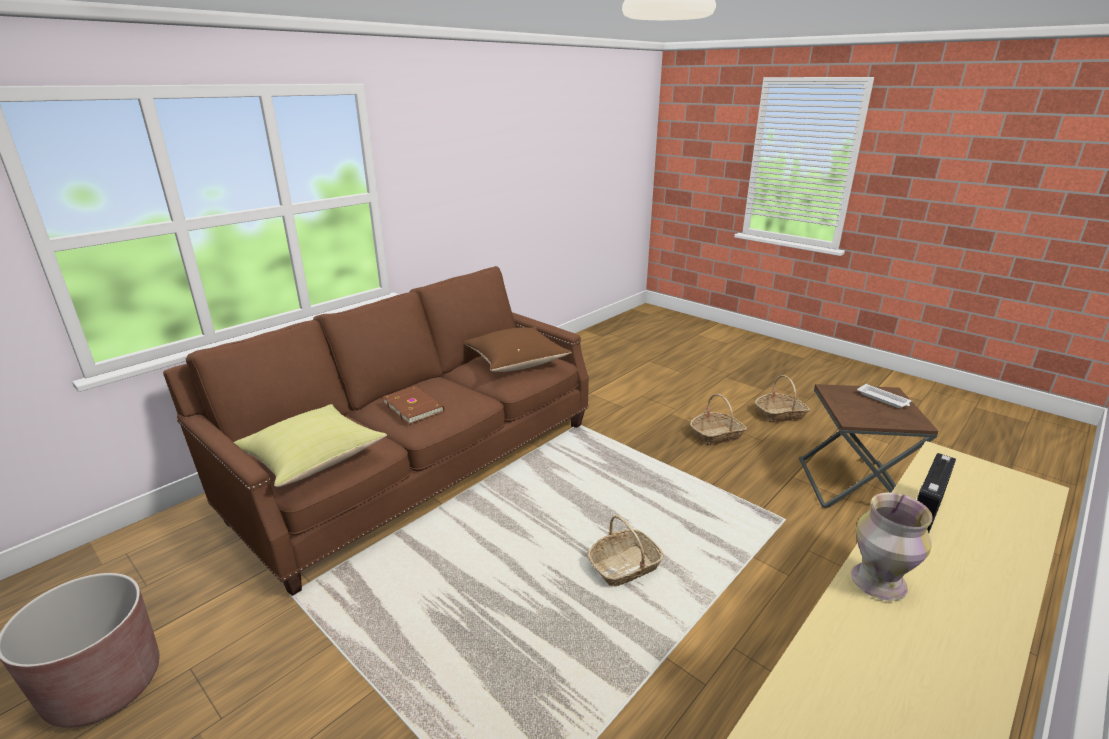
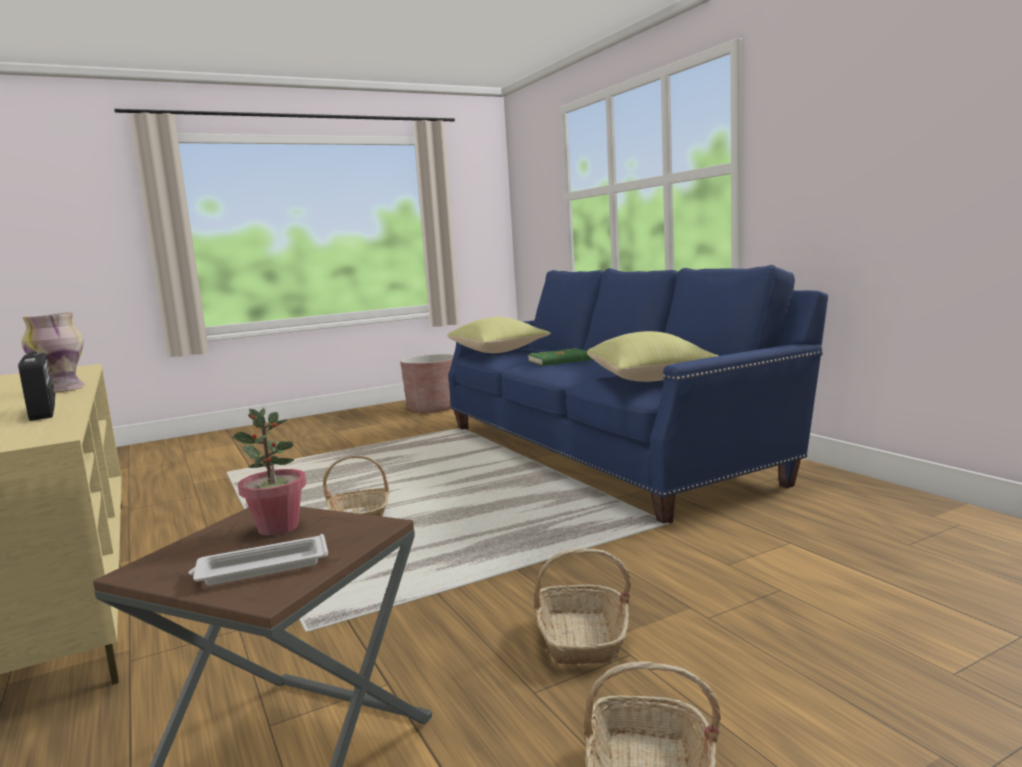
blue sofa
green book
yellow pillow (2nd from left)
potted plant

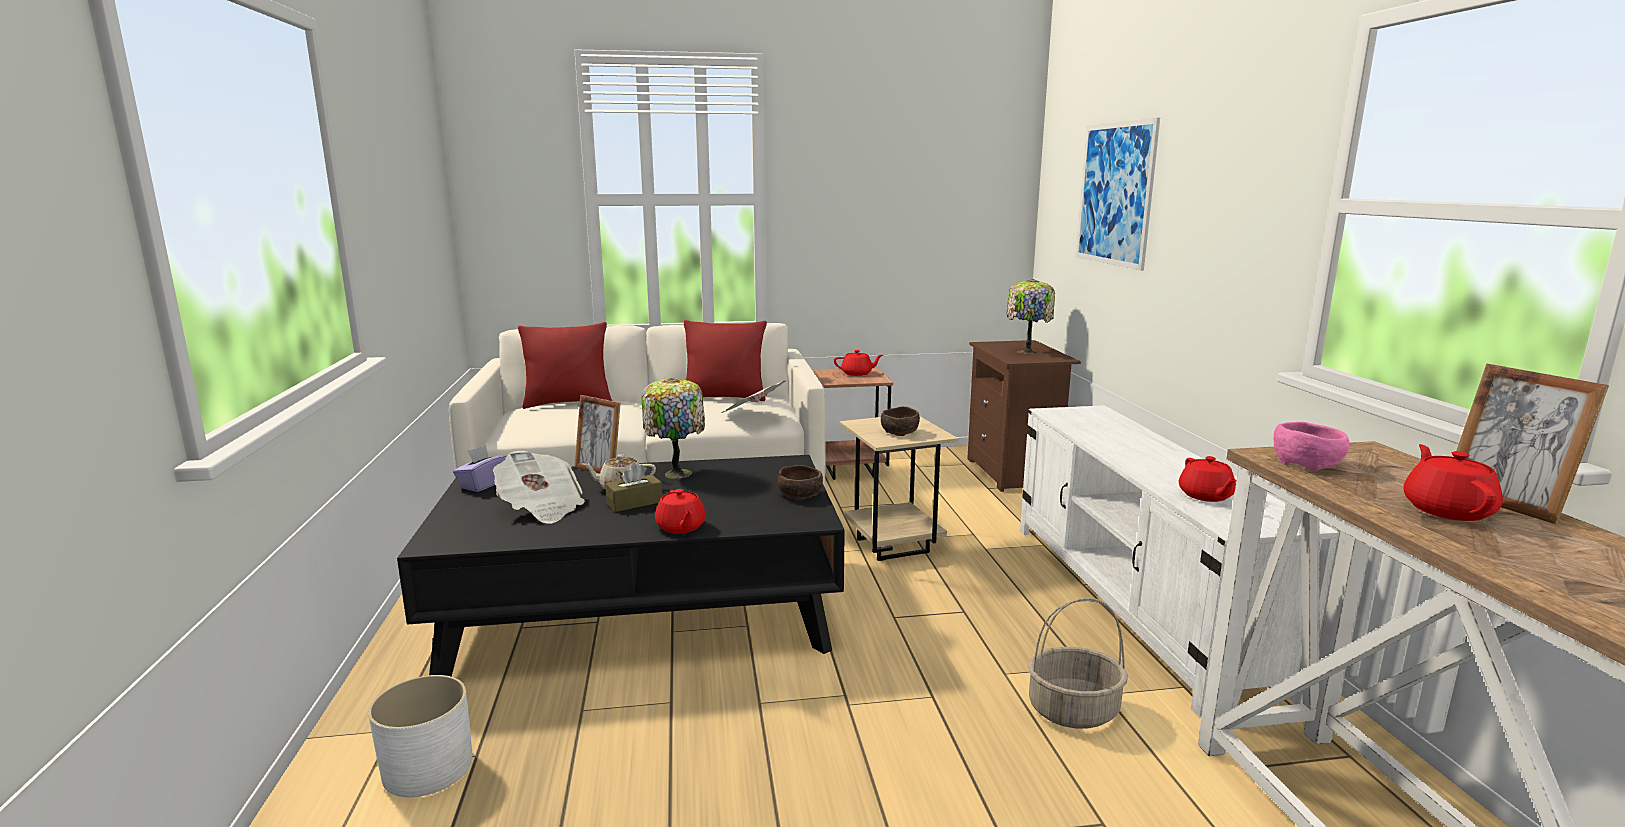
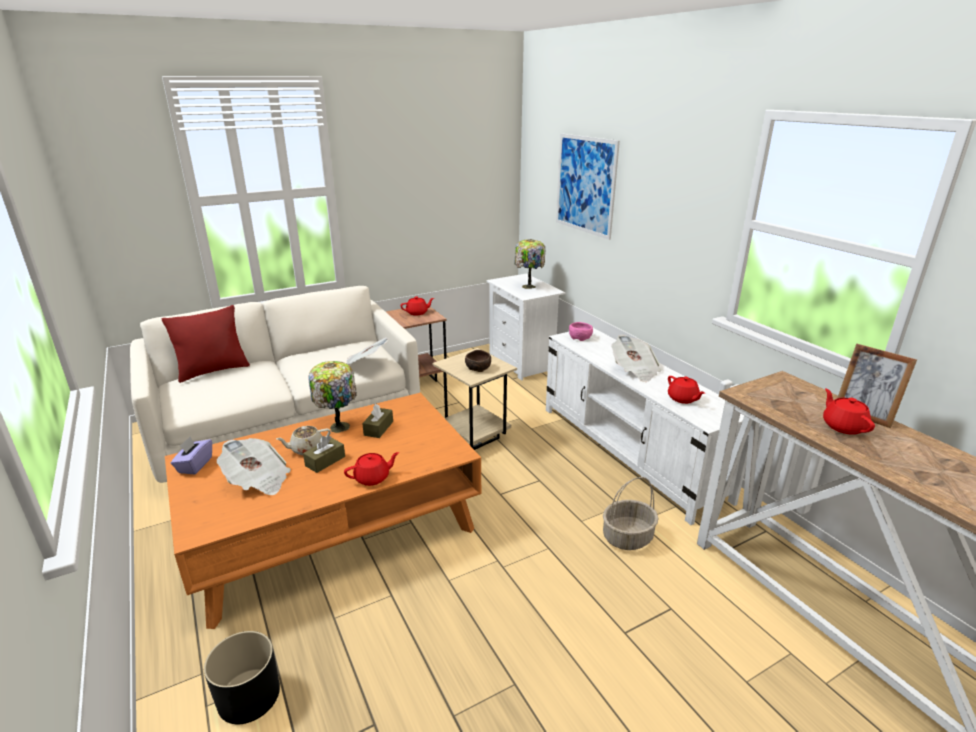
black planter
orange coffee table
picture frame (1st from left in the first image)
red teapot (1st from left)
red pillow (2nd from left in the first image)
brown bowl (1st from left in the first image)
white nightstand
pink bowl
brown tissue box (2nd from left)
newspaper (3rd from left)

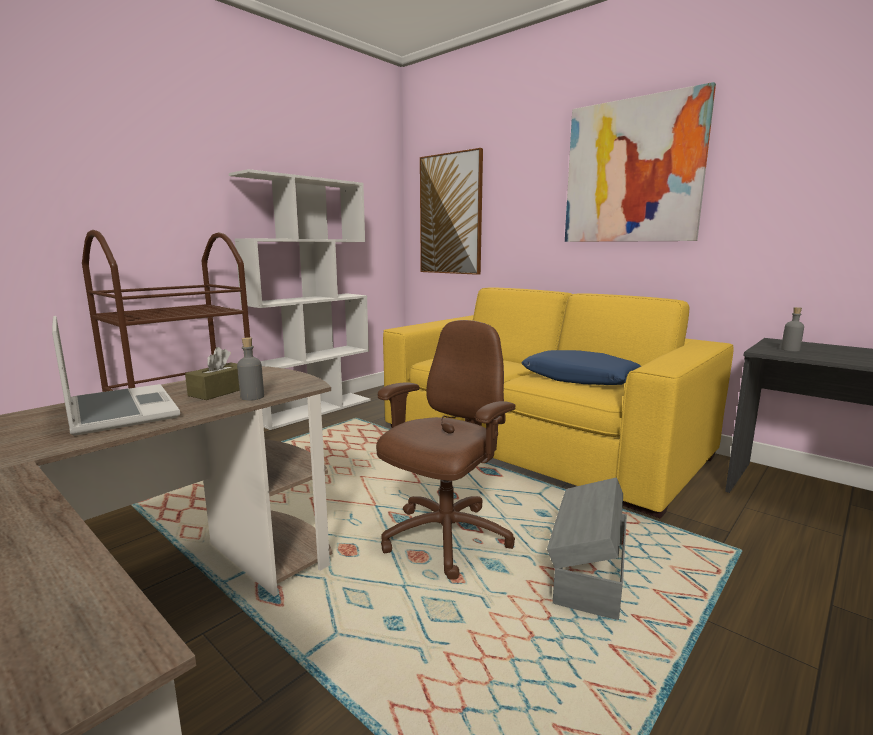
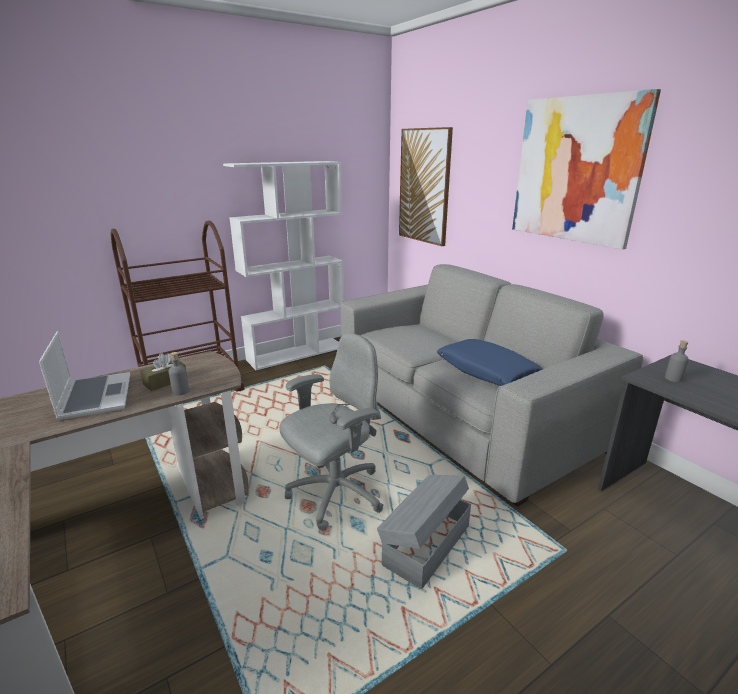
grey office chair
grey sofa

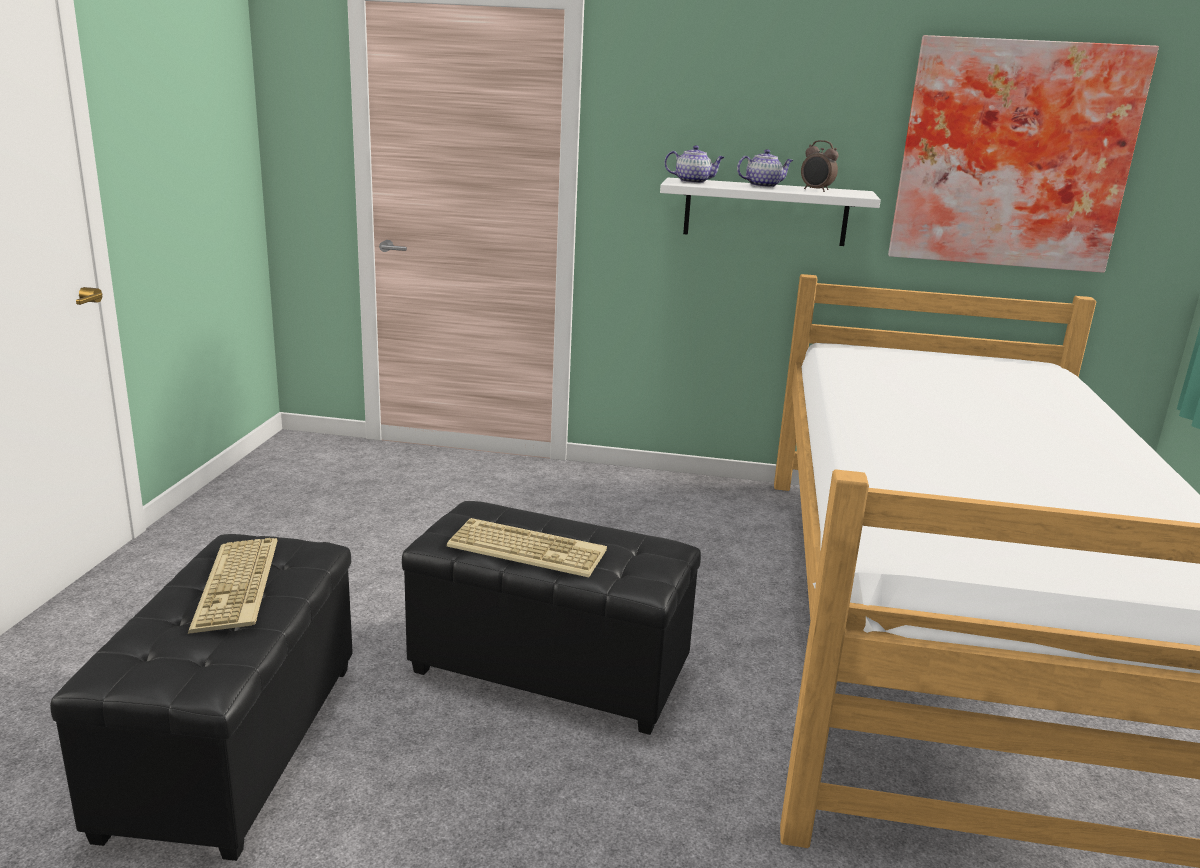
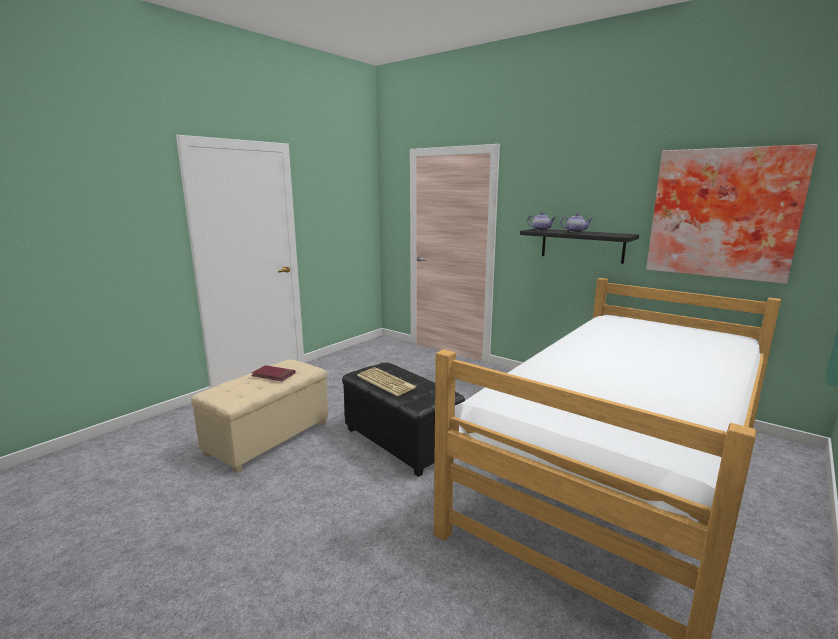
beige ottoman
red book
black shelf
alarm clock

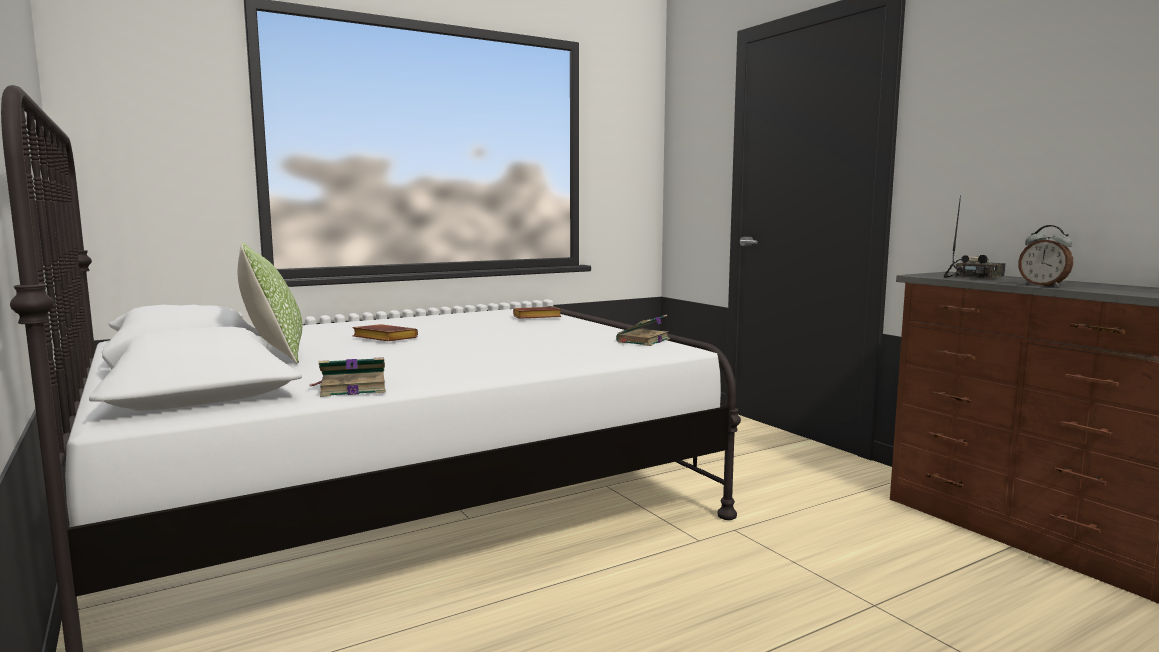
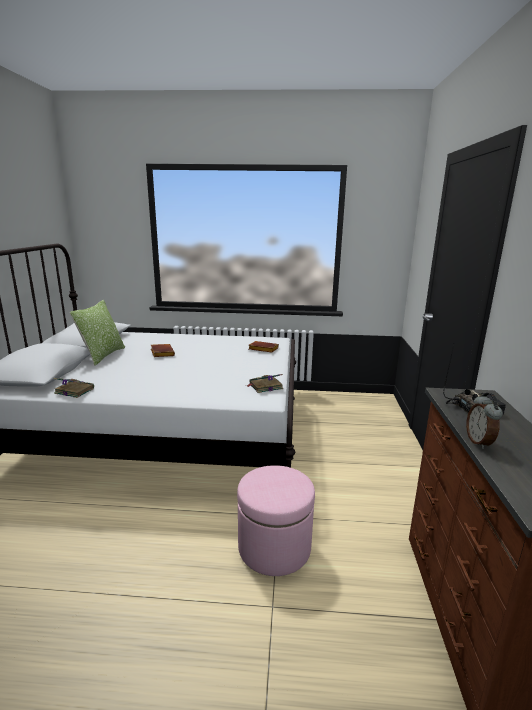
pink ottoman

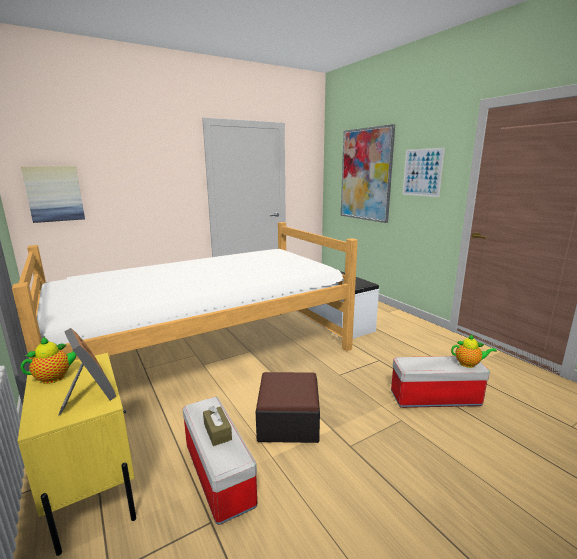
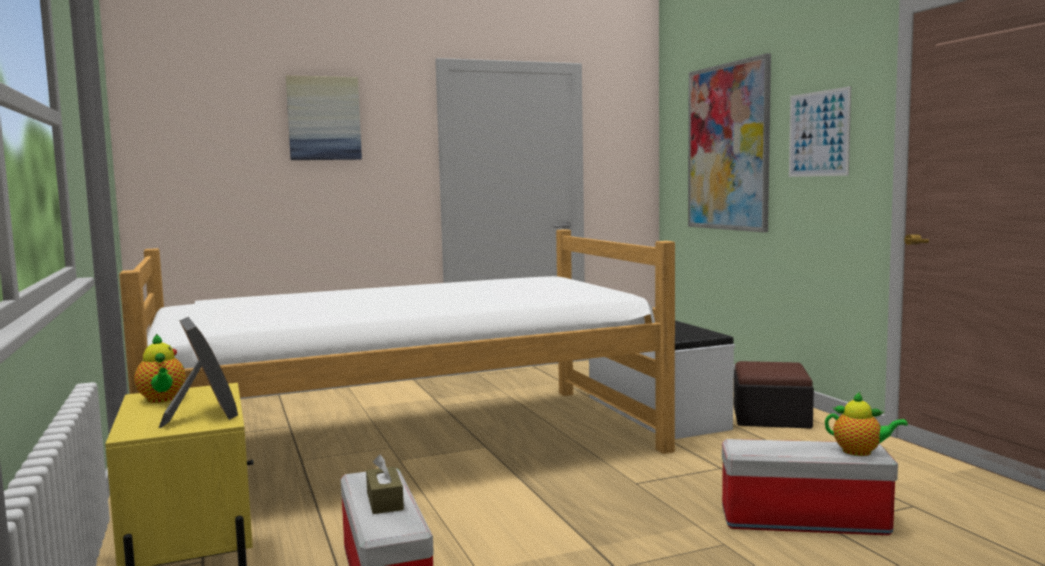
picture (1st from left)
teapot (1st from left)
ottoman

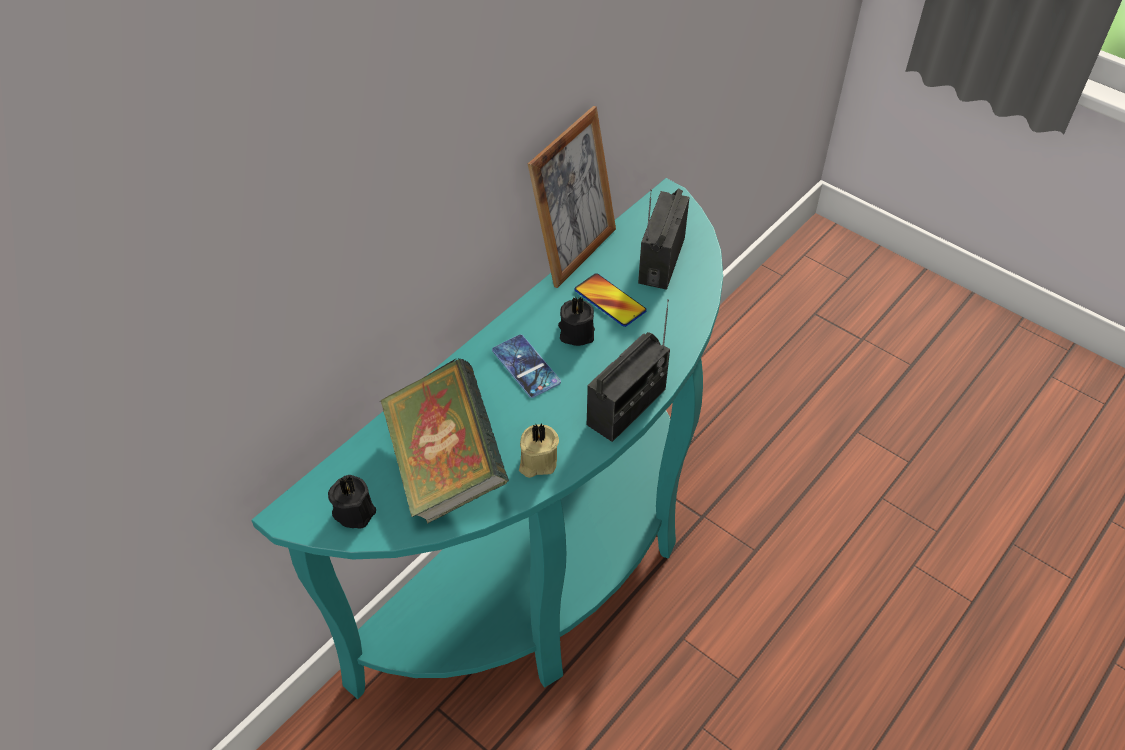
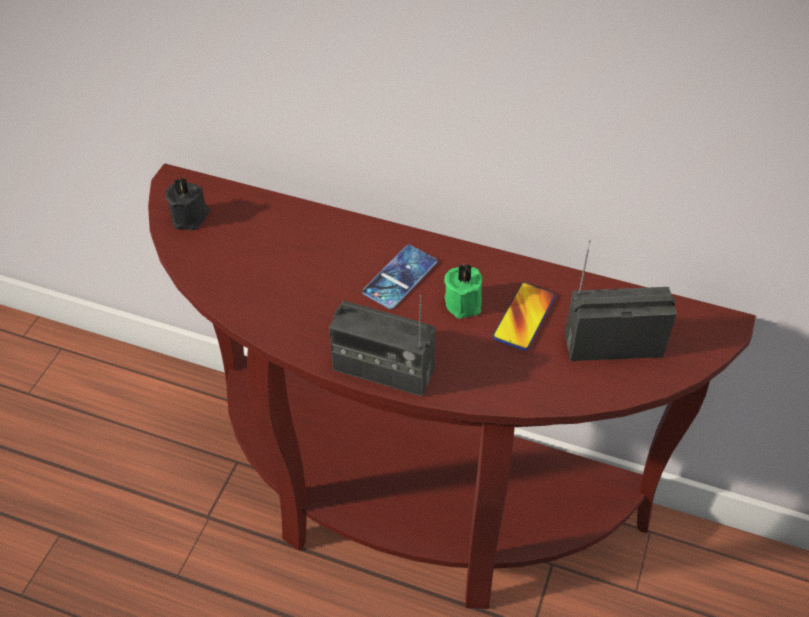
brown console table
book
beige candle
picture frame
green candle

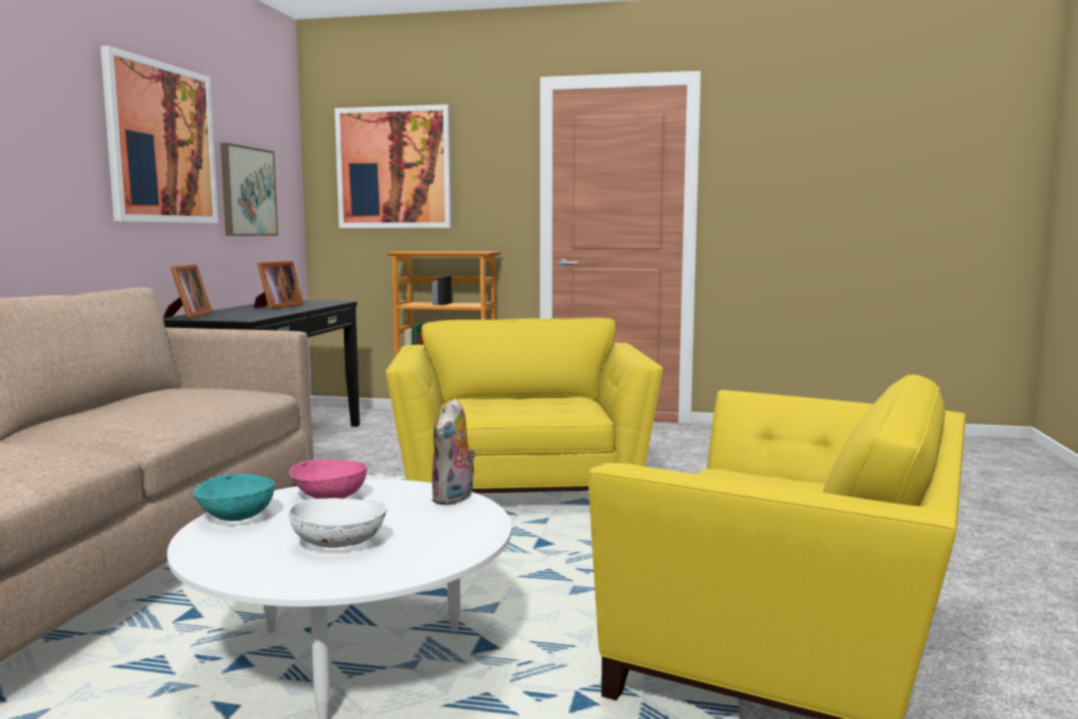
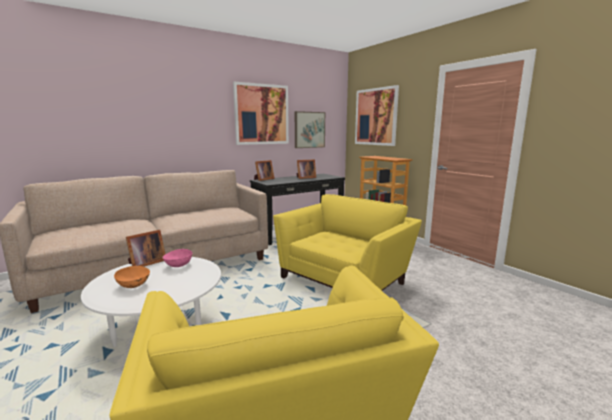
picture frame (1st from left)
orange bowl
plush toy

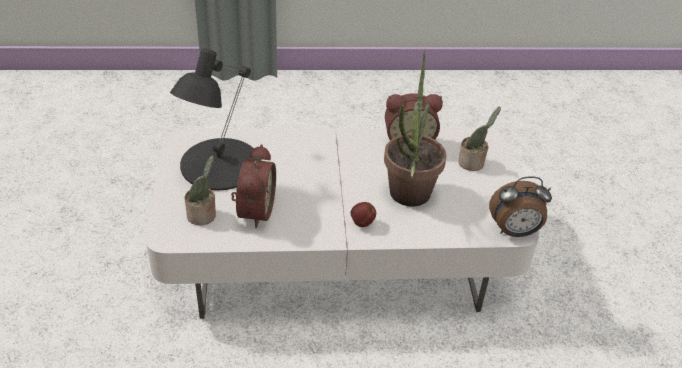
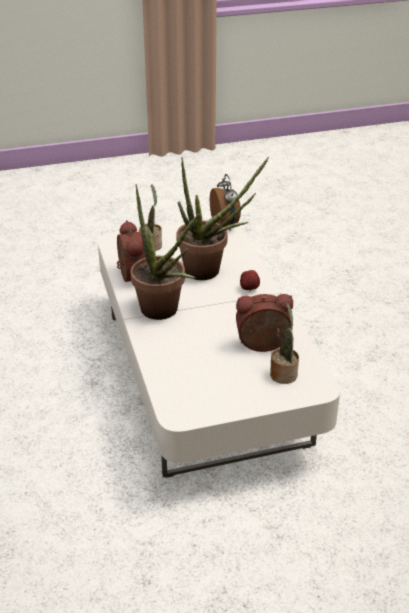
black table lamp
potted plant (2nd from left)

